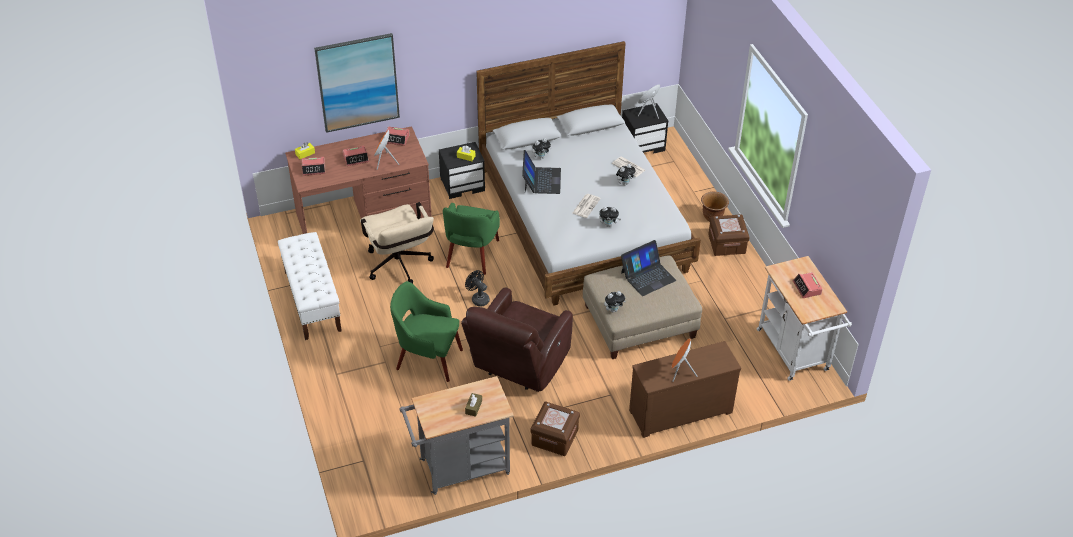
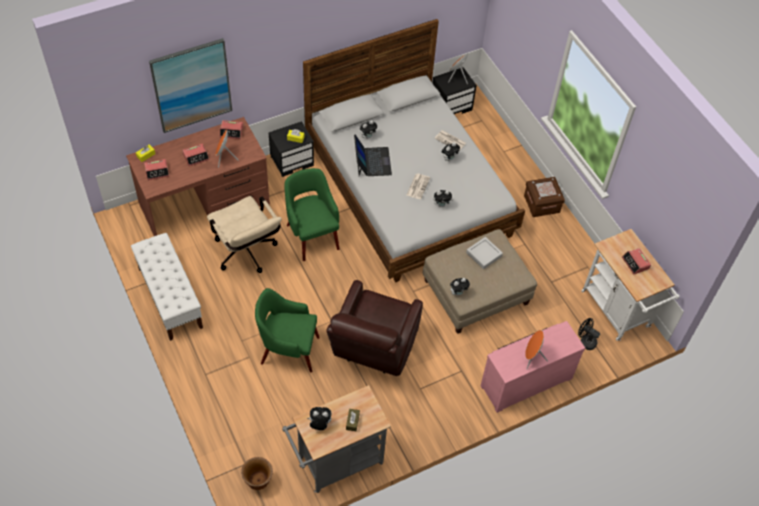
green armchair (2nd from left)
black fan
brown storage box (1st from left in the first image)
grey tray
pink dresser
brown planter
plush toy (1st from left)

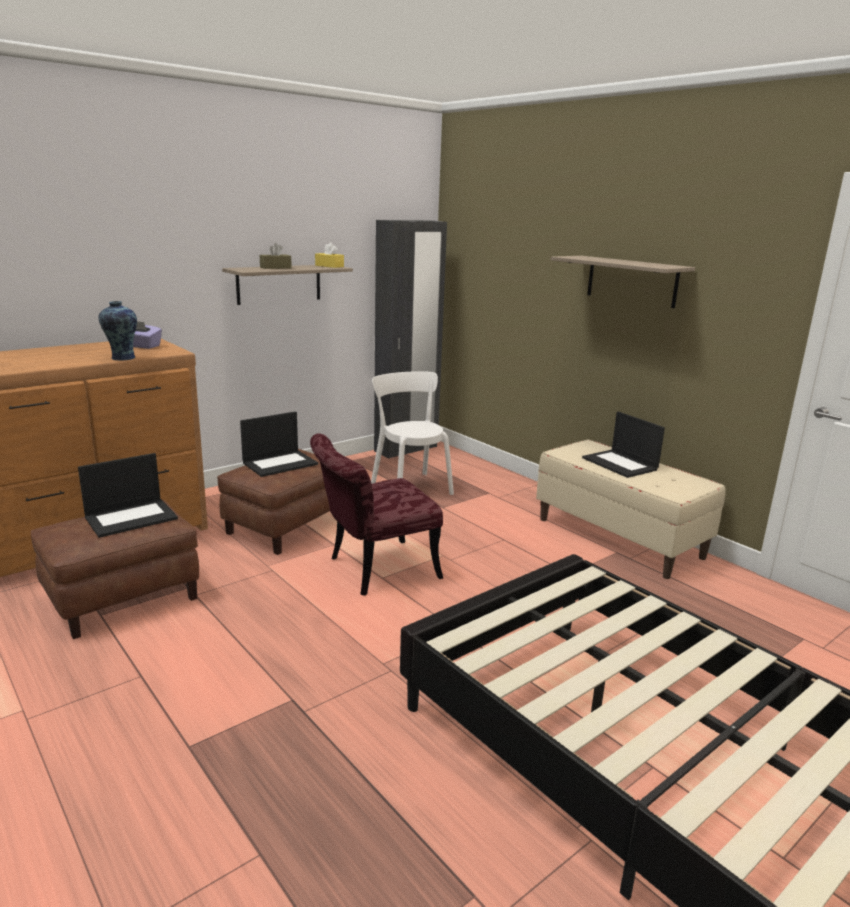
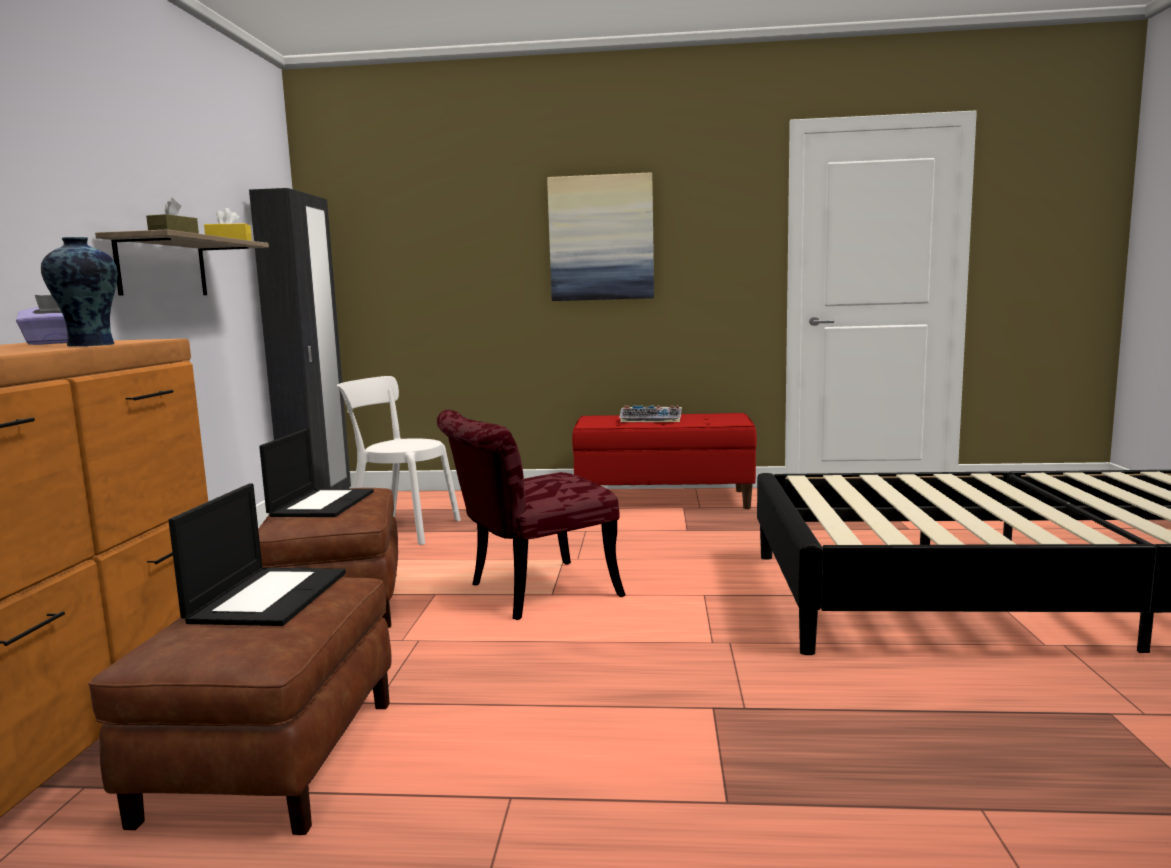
red chair
red bench
picture
keyboard

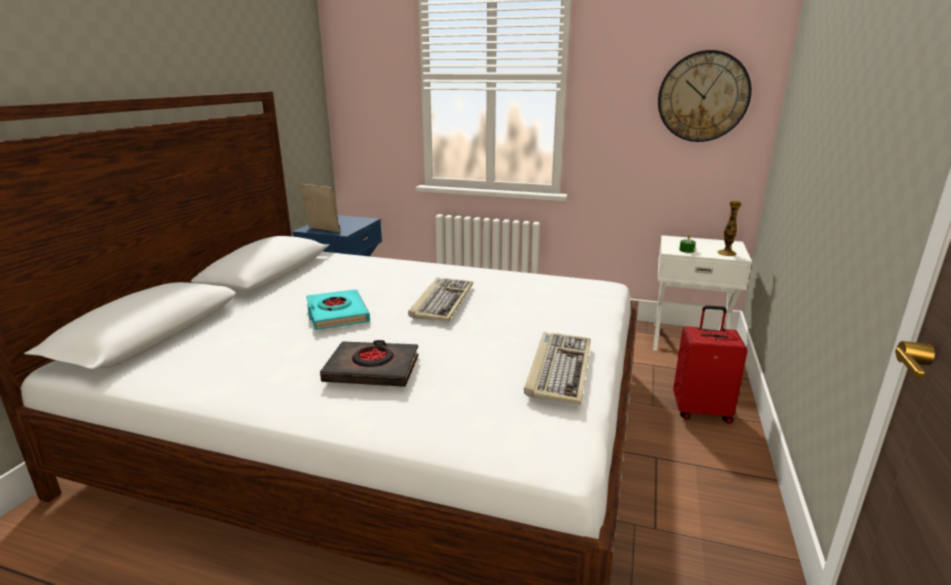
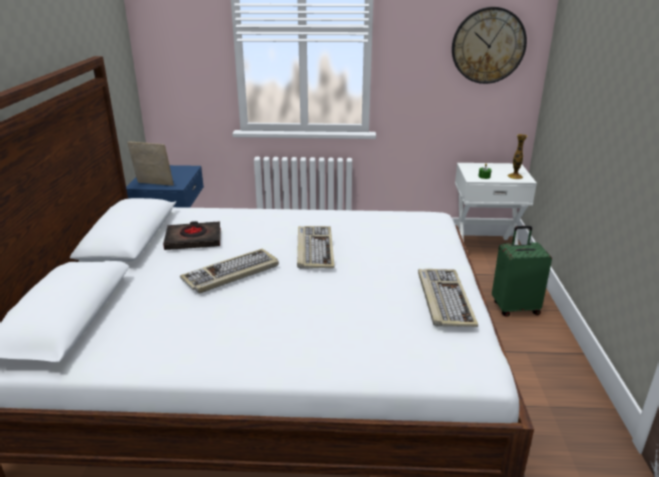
keyboard (1st from left)
black book
green suitcase

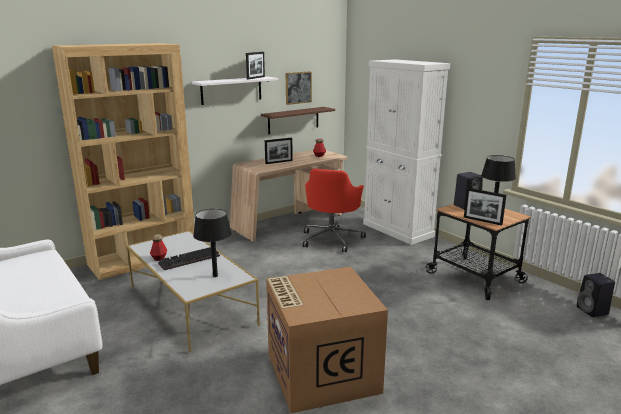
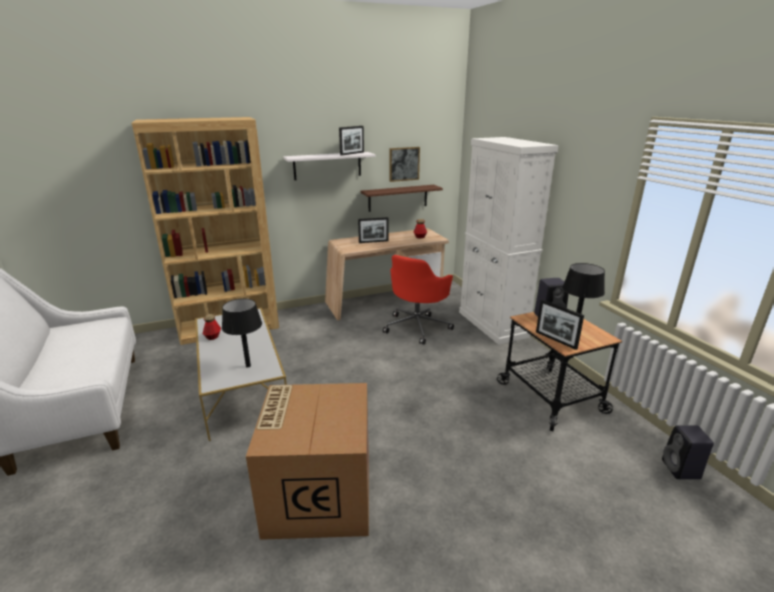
keyboard

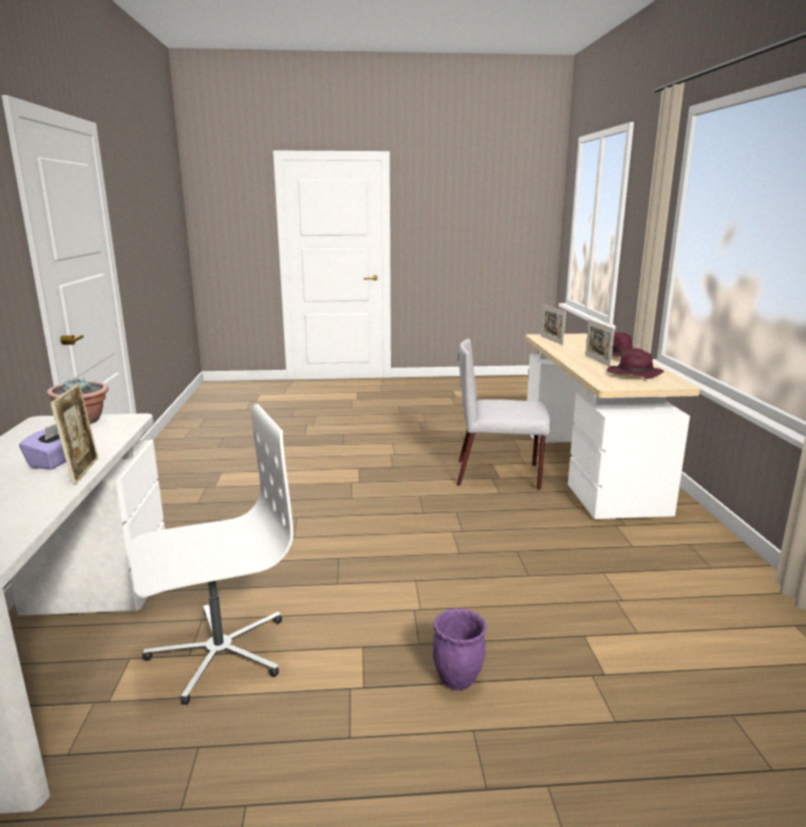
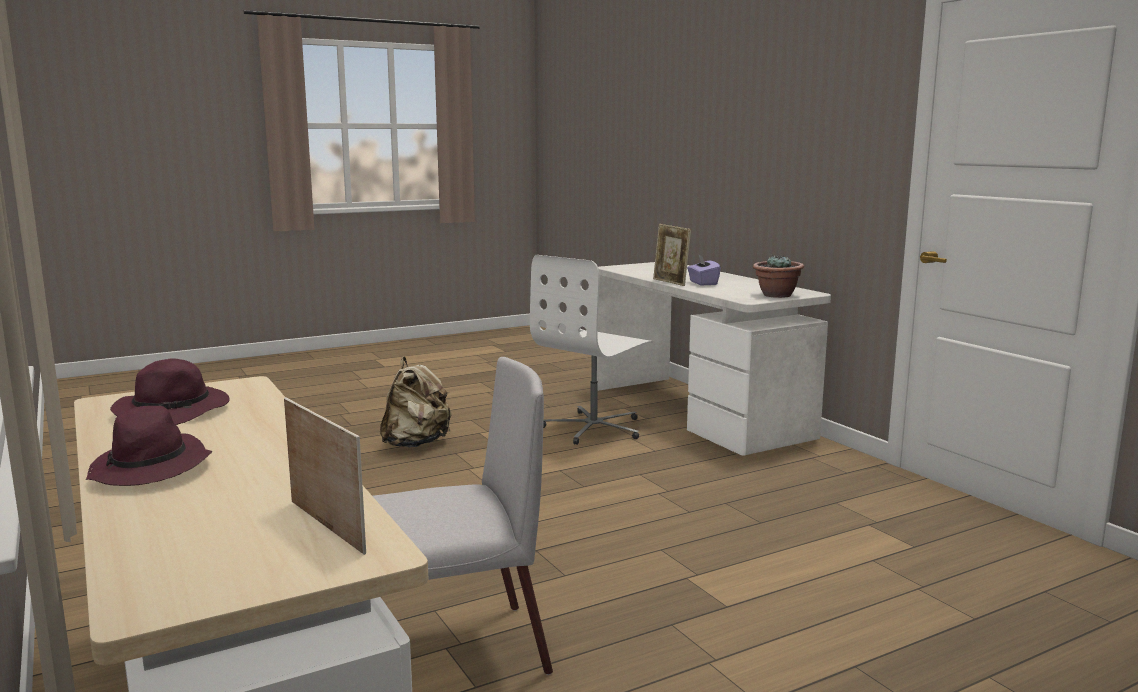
beige backpack
picture frame (3rd from left in the first image)

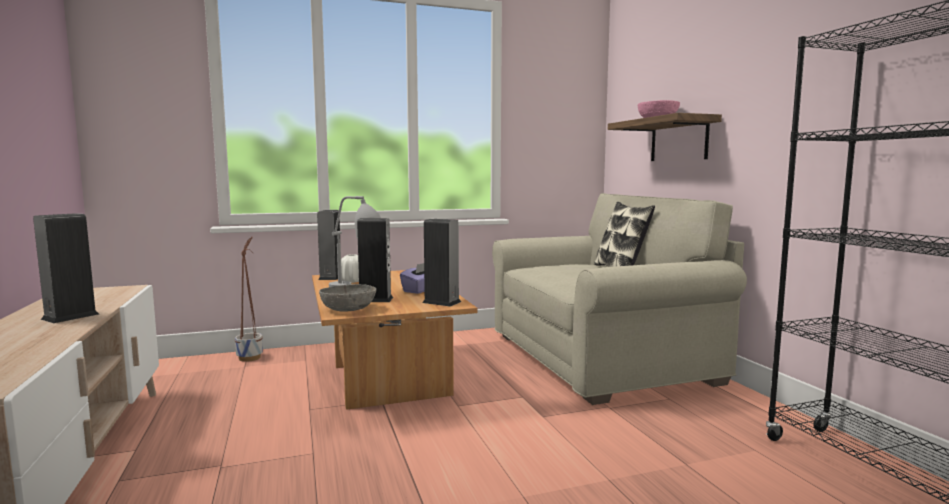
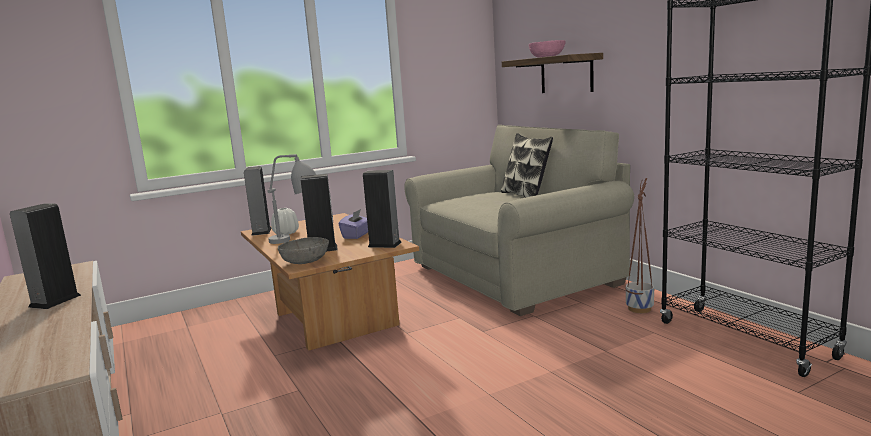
planter

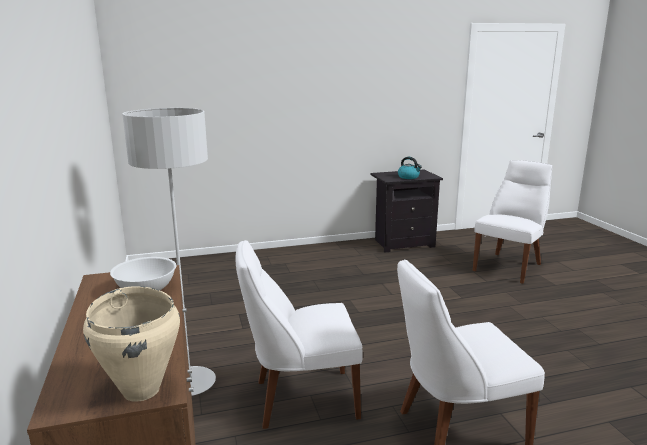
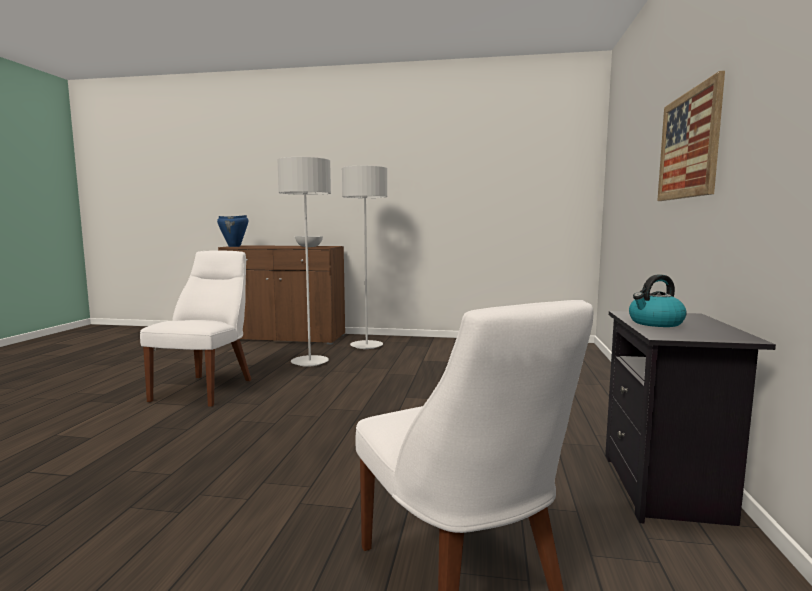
blue cooking pot
grey floor lamp (1st from left)
picture

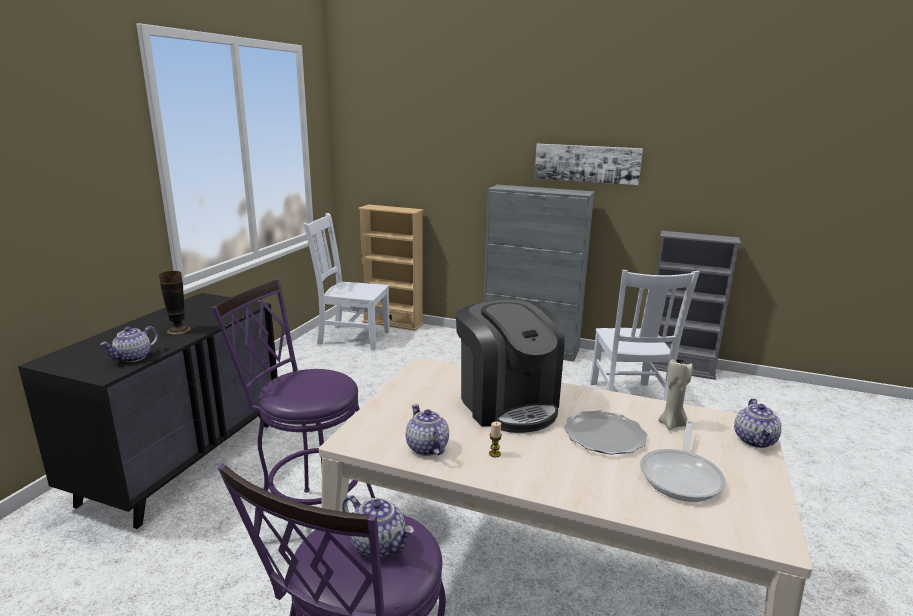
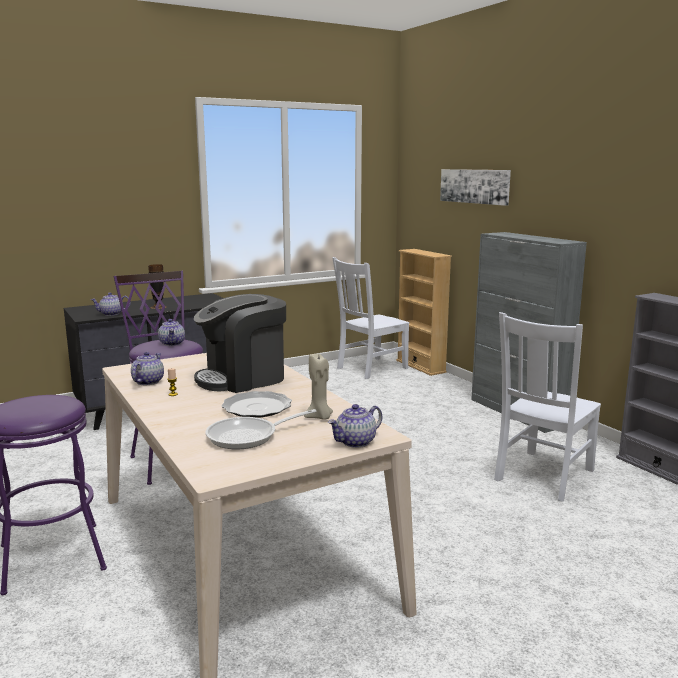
white chair (1st from left)
teapot (3rd from left)
coffee machine
picture

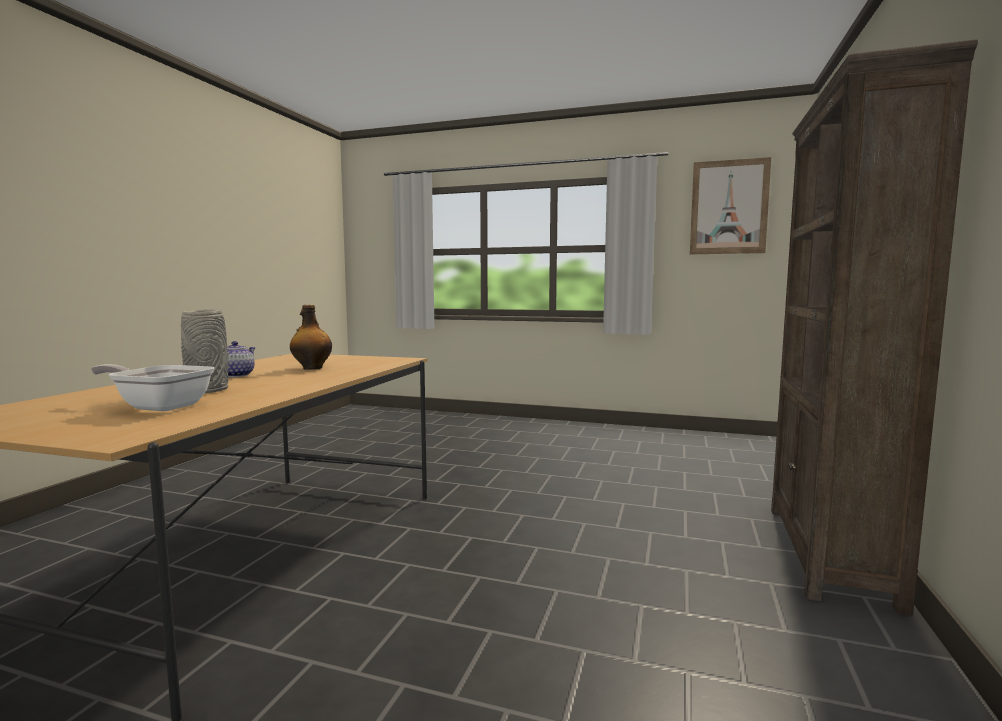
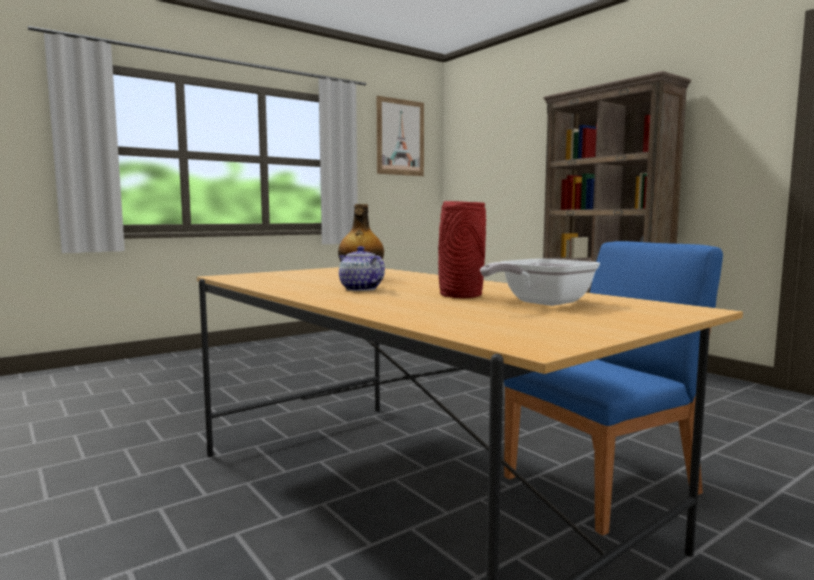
red vase
blue chair

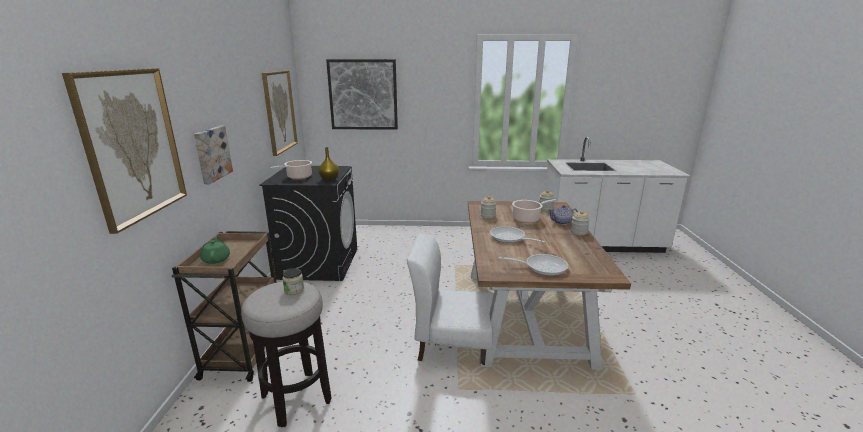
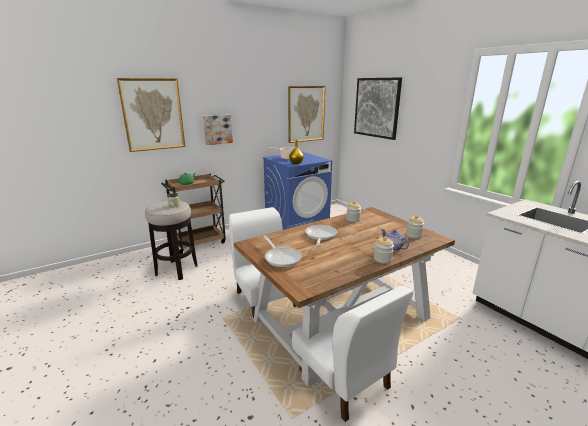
blue washing machine
cooking pot (2nd from left in the first image)
white chair (2nd from left)

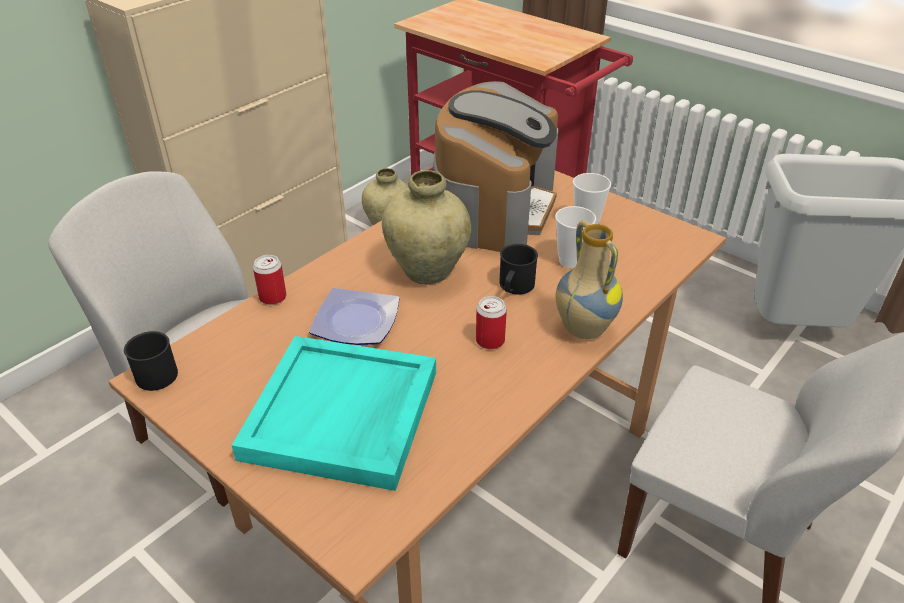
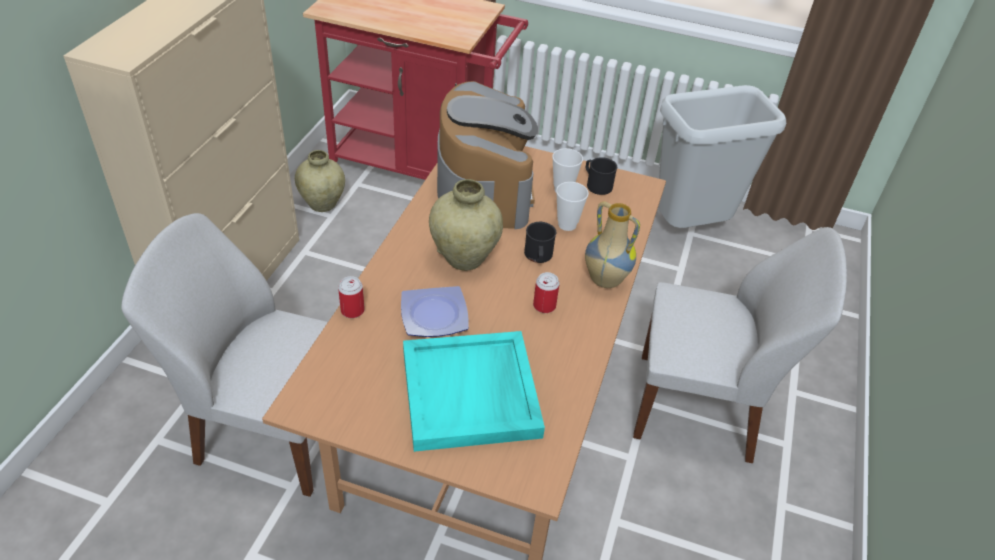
black mug (2nd from left)

